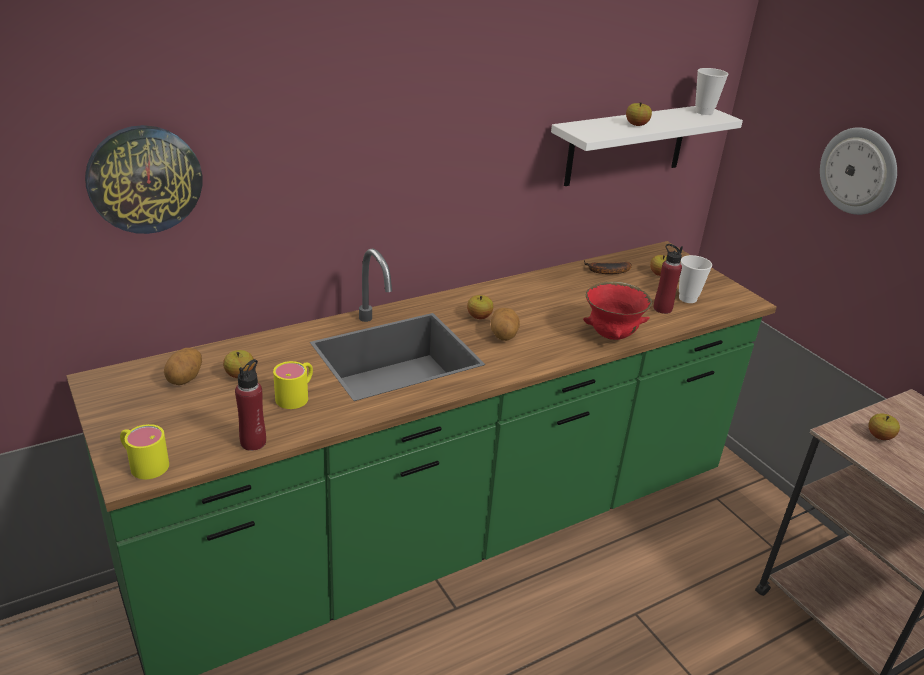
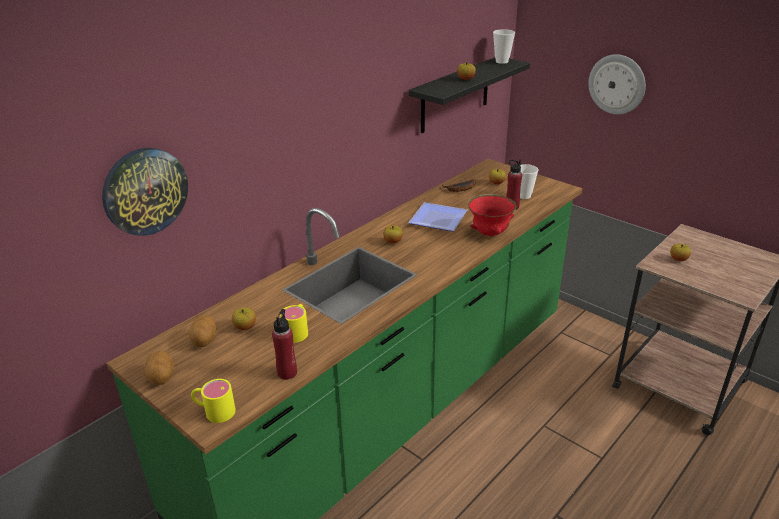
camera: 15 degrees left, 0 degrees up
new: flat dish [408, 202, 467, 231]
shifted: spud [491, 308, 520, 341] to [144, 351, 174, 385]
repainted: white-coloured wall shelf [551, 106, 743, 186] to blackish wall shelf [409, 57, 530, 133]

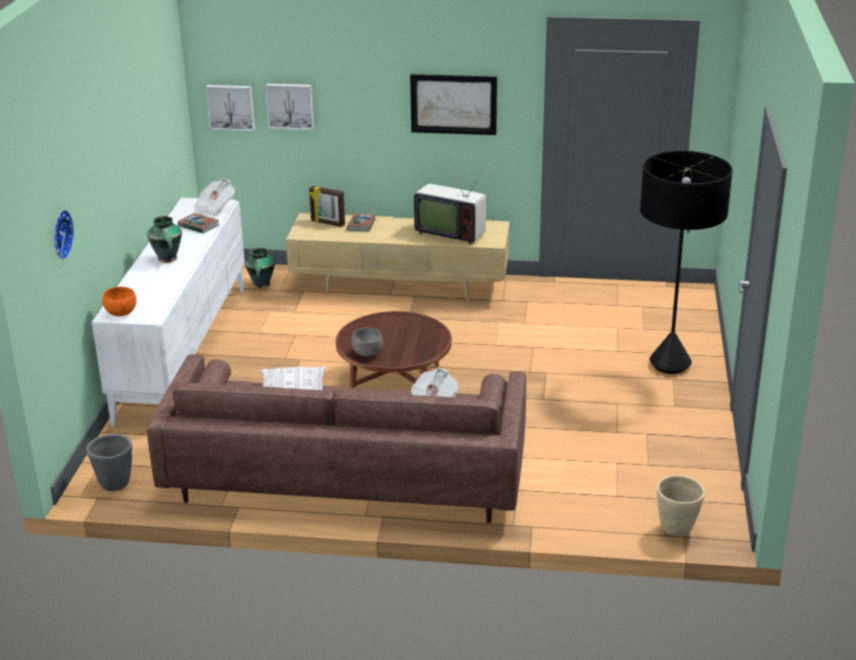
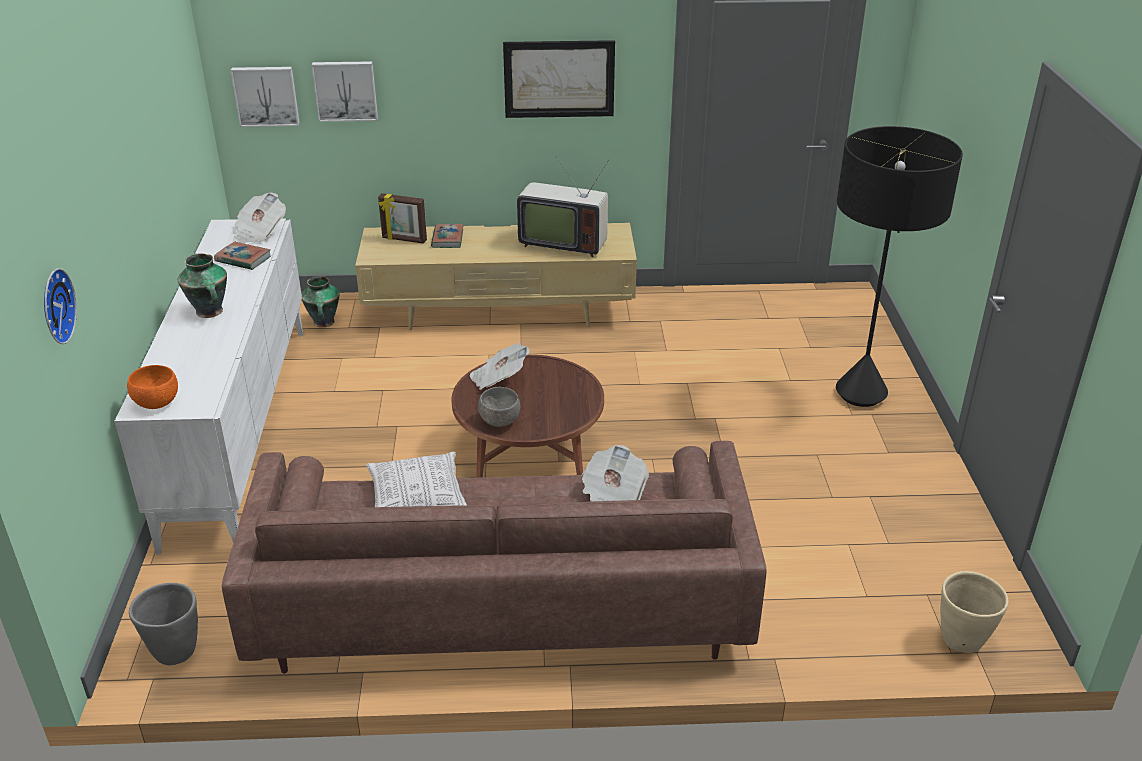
camera: 10 degrees left, 5 degrees up
new: printed paper [470, 343, 530, 390]

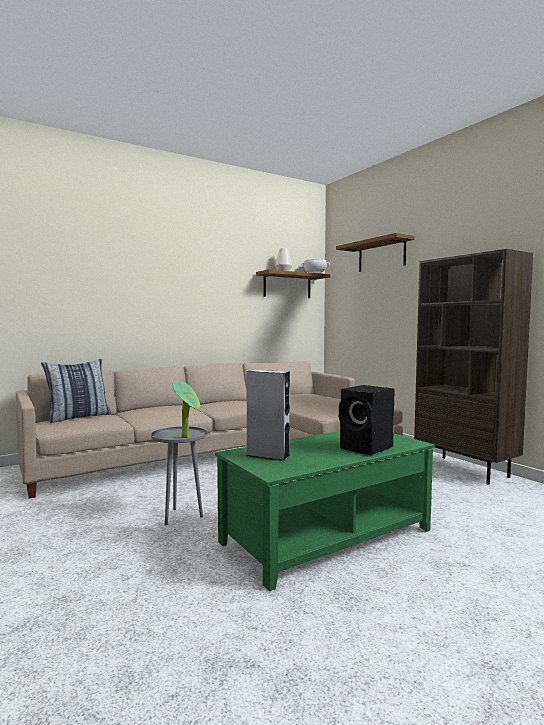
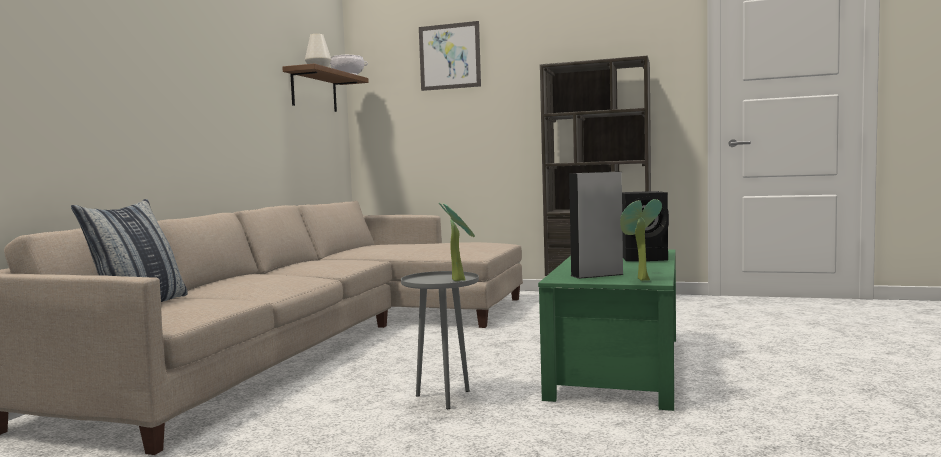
camera: 40 degrees left, 0 degrees up
new: plant in a pot [620, 199, 662, 281]
swapped: brownish wall shelf [336, 233, 415, 272] to picture [419, 21, 481, 91]

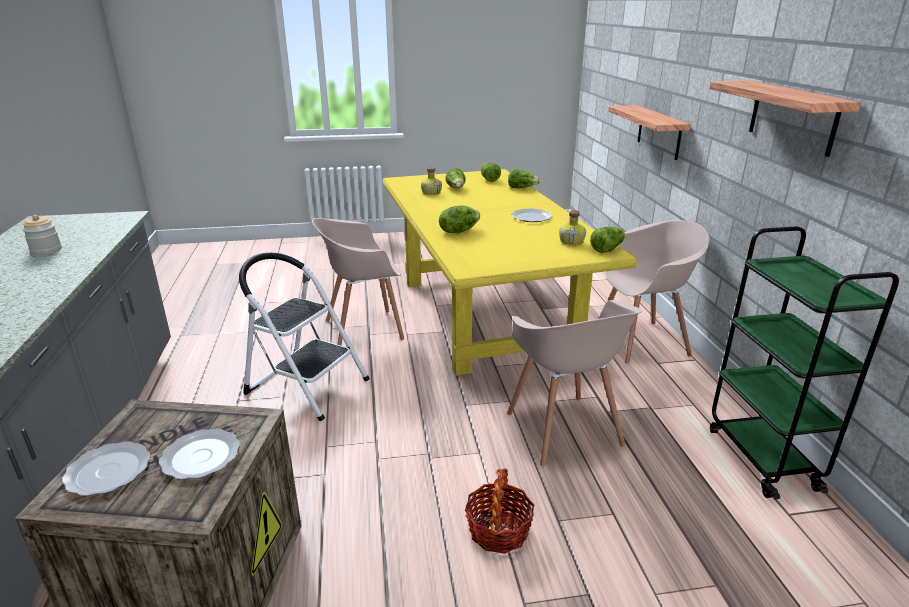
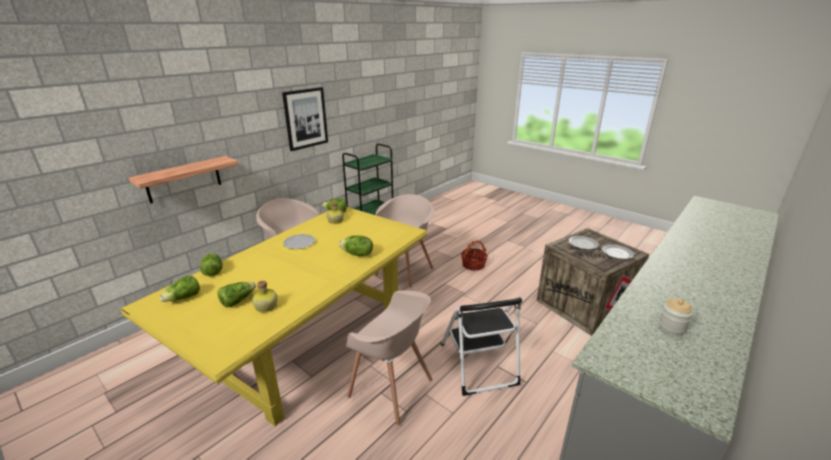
camera: 130 degrees left, 0 degrees up
swapped: wall shelf [710, 80, 861, 157] to picture [282, 87, 328, 151]

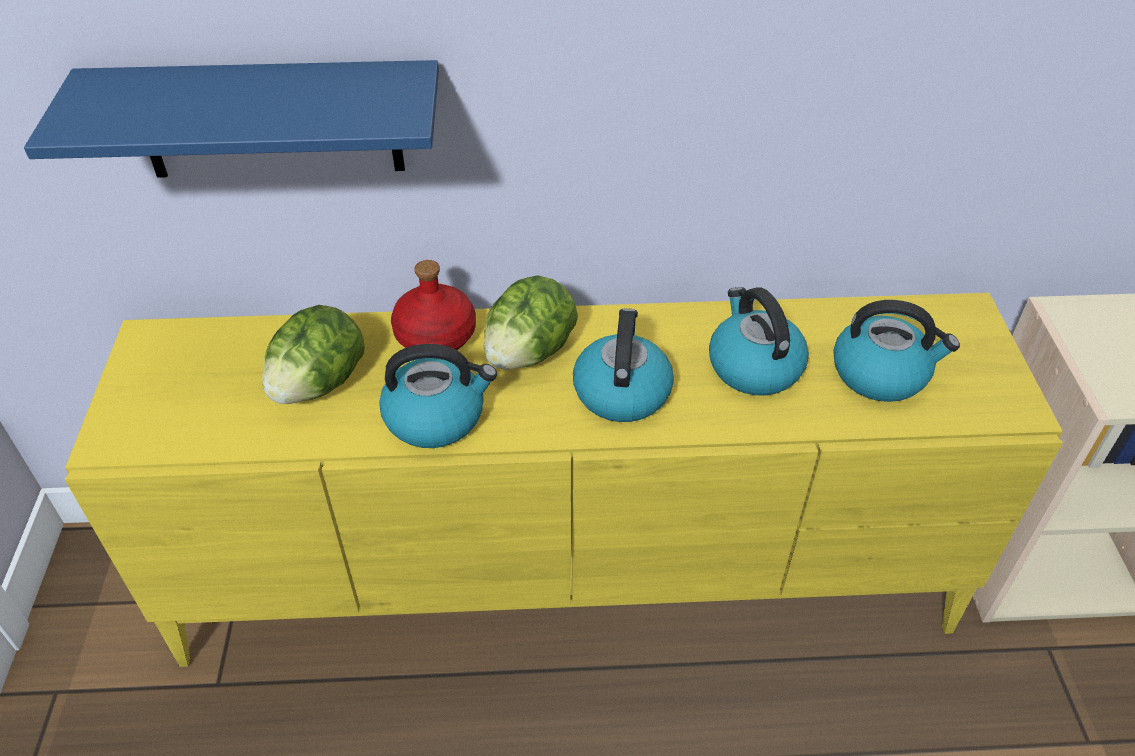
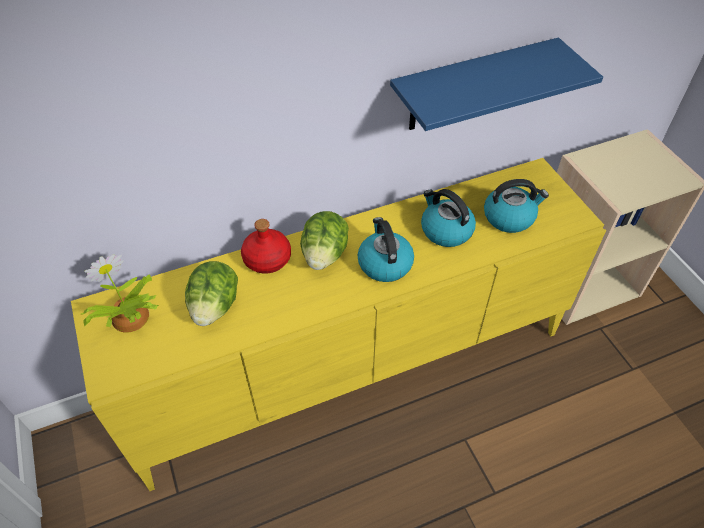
camera: 20 degrees left, 5 degrees up
gone: kettle [379, 344, 497, 448]
new: plant in a pot [81, 254, 158, 333]
shifted: blue wall shelf [24, 60, 439, 178] to [390, 38, 603, 131]

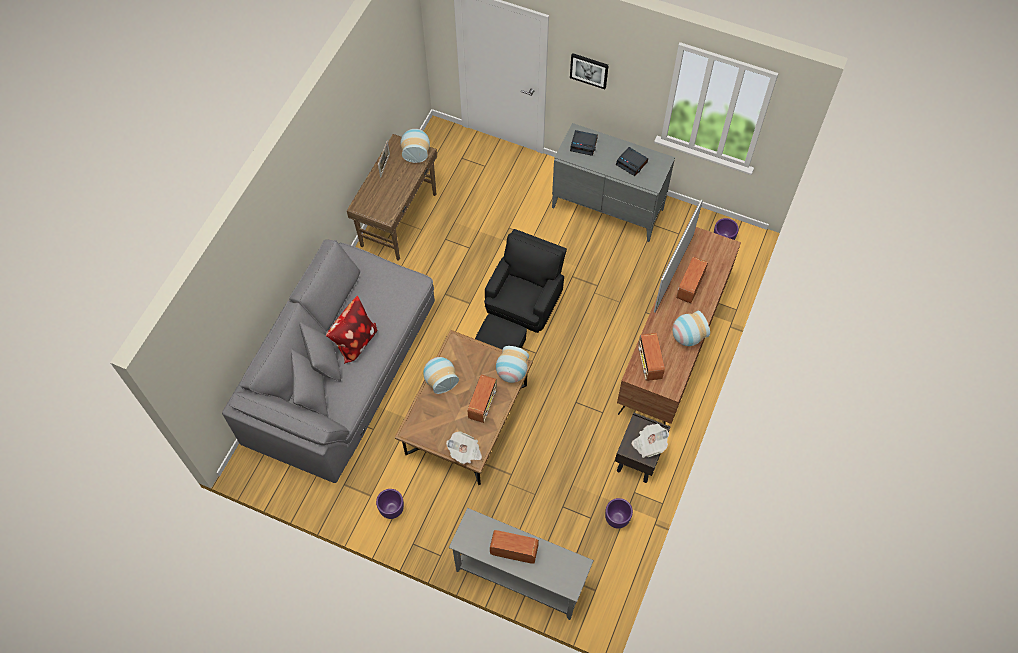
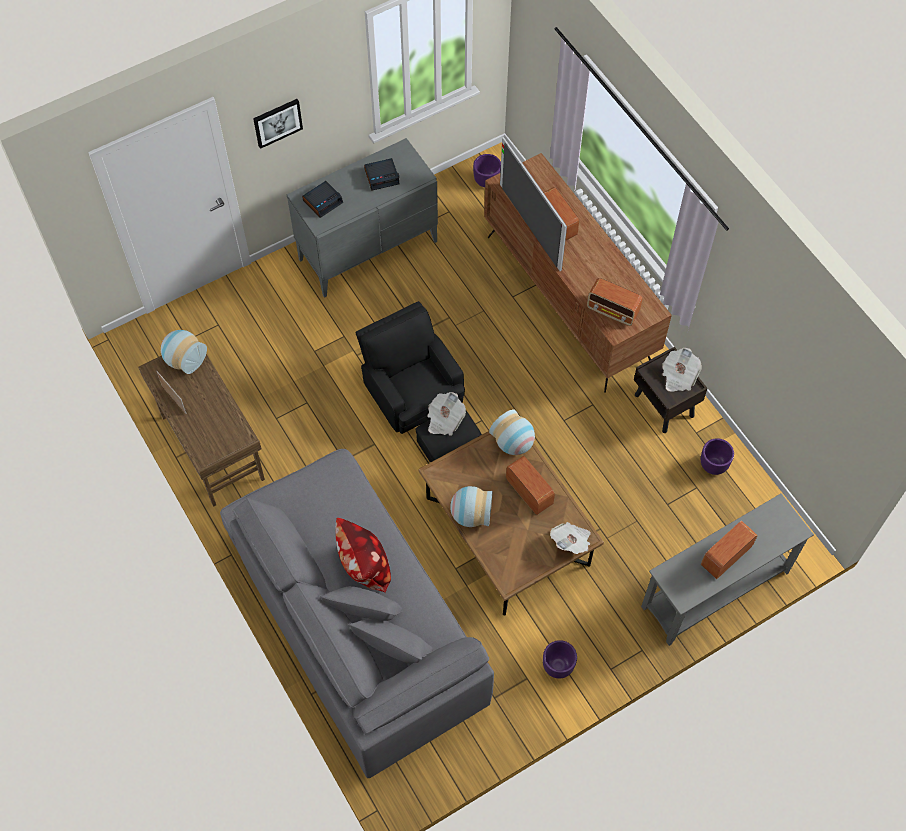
camera: 55 degrees left, 0 degrees up
gone: vase [673, 311, 710, 346]
new: printed paper [427, 392, 466, 435]

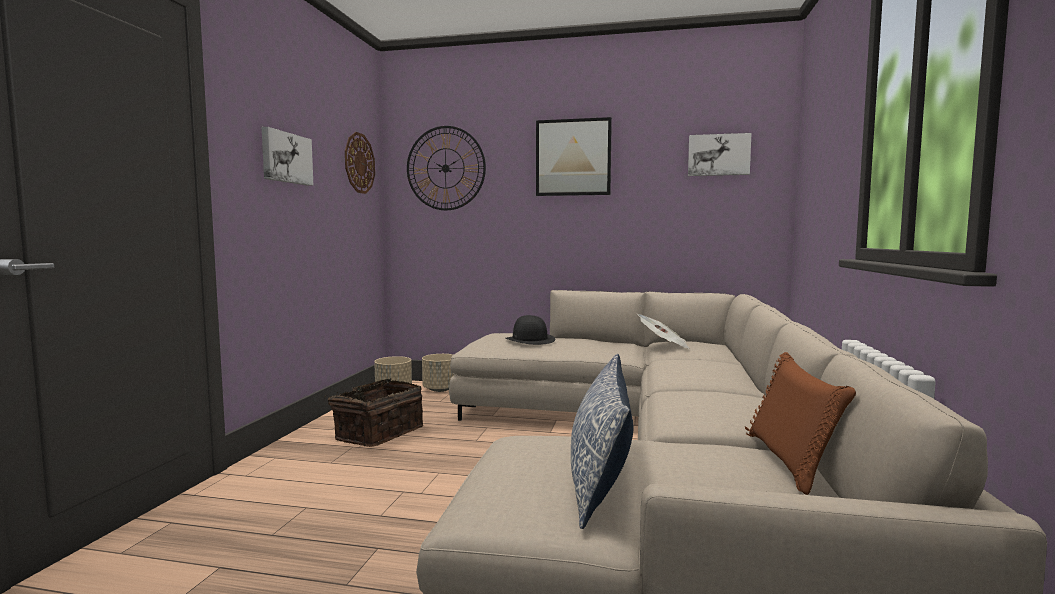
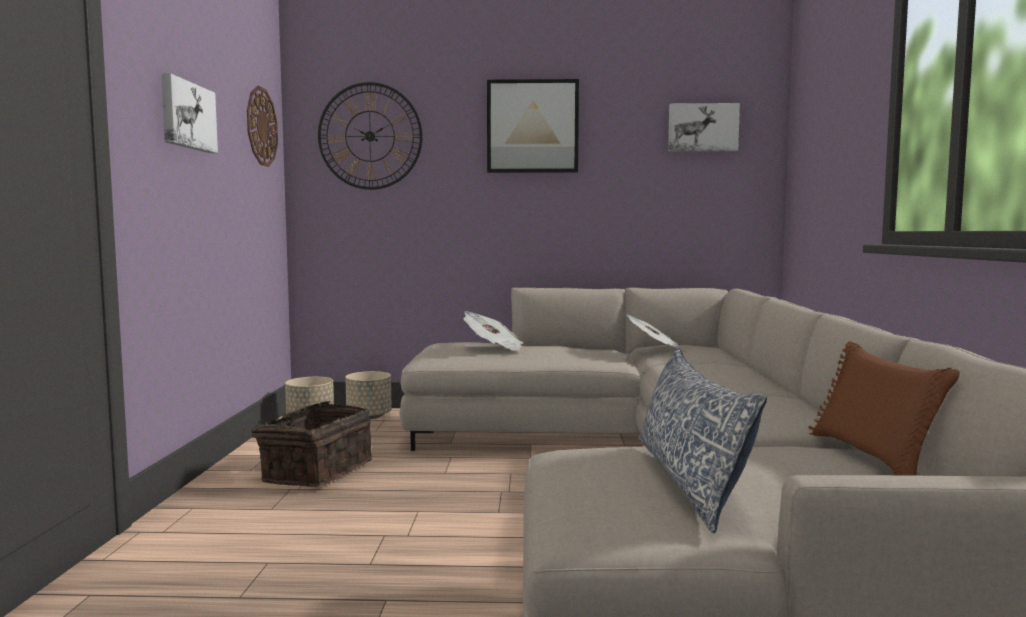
camera: 10 degrees left, 0 degrees up
swapped: blackish clothing hat [505, 315, 555, 345] to printed paper [463, 311, 523, 352]

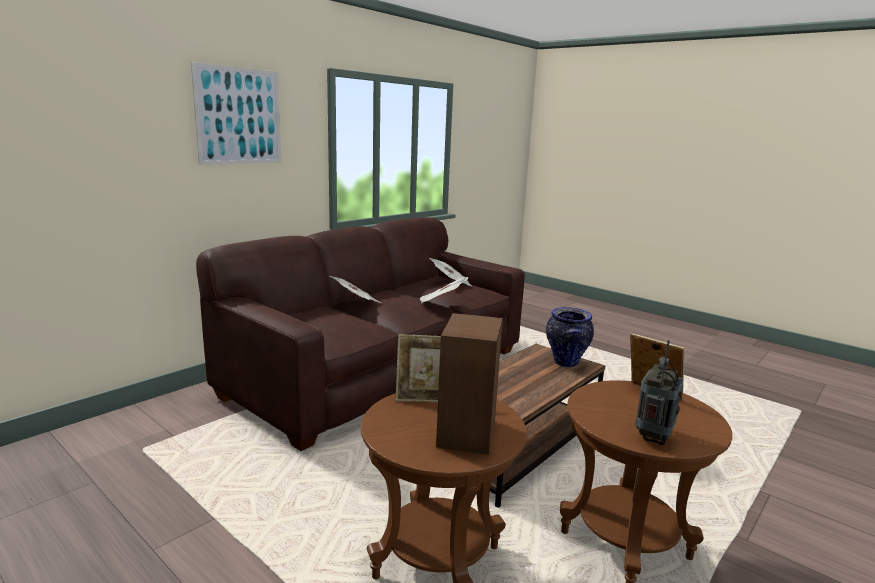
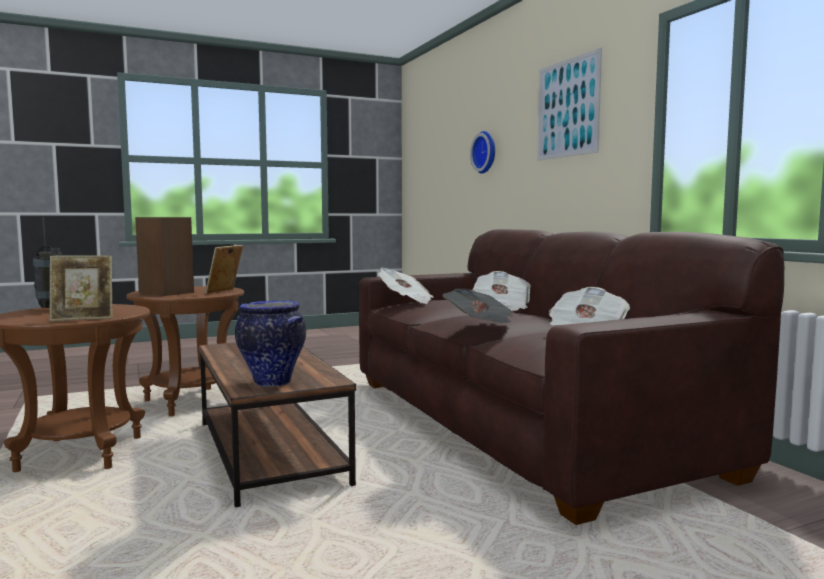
camera: 115 degrees right, 10 degrees down
new: printed paper [378, 268, 434, 304]; clock on the wall [470, 131, 495, 174]

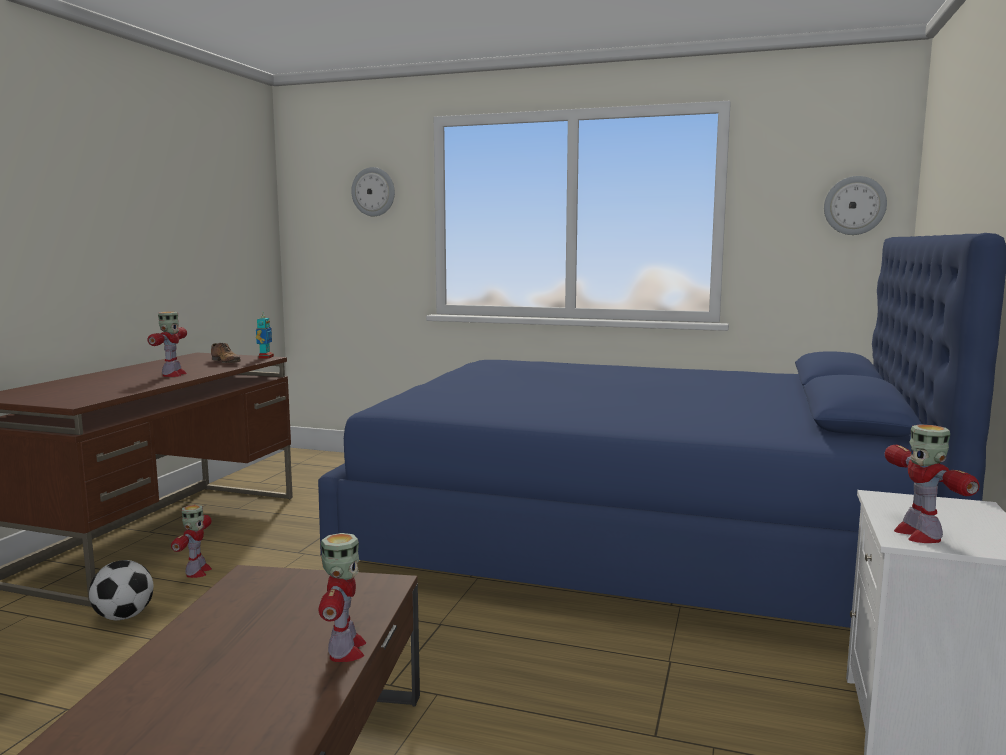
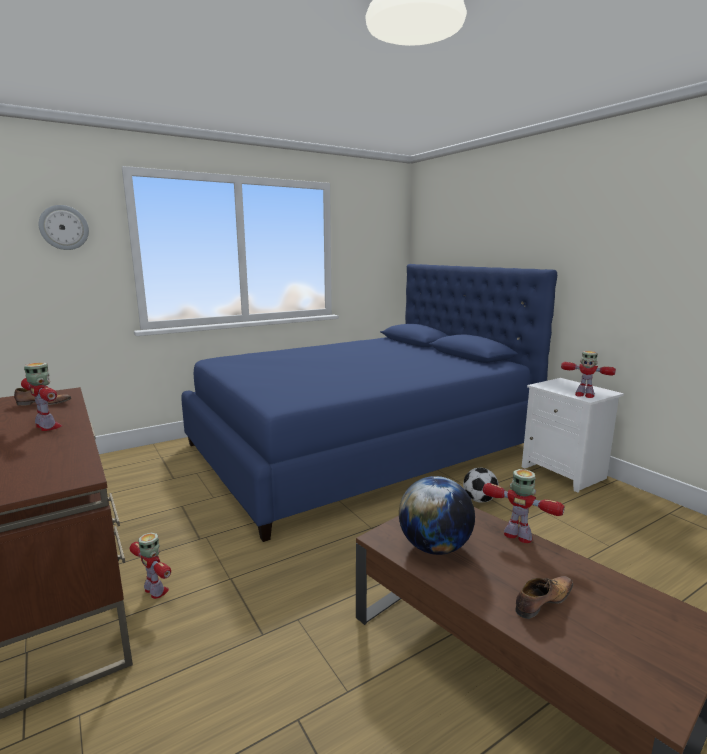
camera: 50 degrees left, 5 degrees up
gone: robot figure [256, 312, 274, 359]; clock on the wall [824, 176, 887, 235]
new: globe [399, 476, 475, 555]; item of footwear [515, 576, 573, 619]
shifted: football [89, 560, 154, 620] to [463, 468, 499, 503]

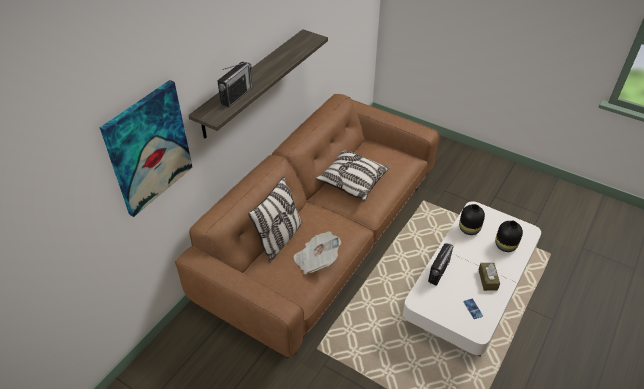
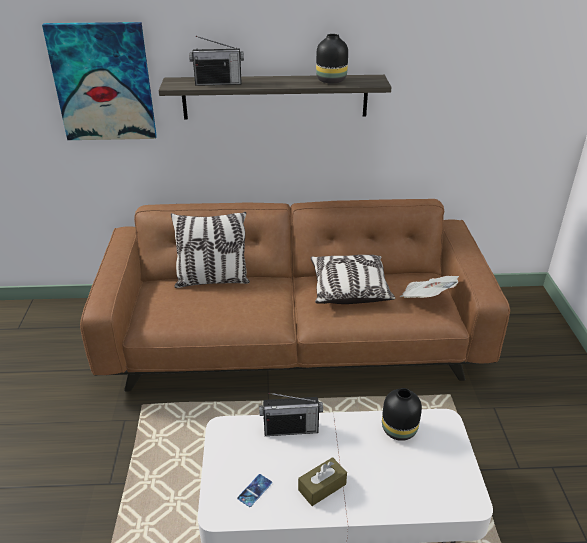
camera: 55 degrees right, 10 degrees down
shifted: blackish vase [495, 221, 523, 252] to [316, 34, 348, 83]; printed paper [293, 232, 341, 274] to [400, 276, 459, 298]

